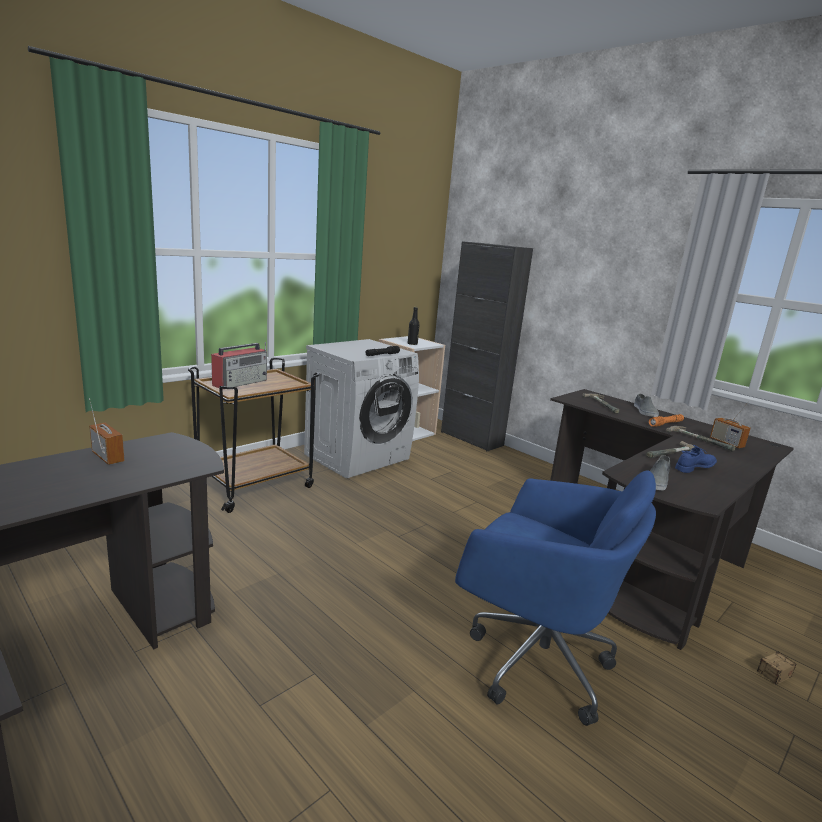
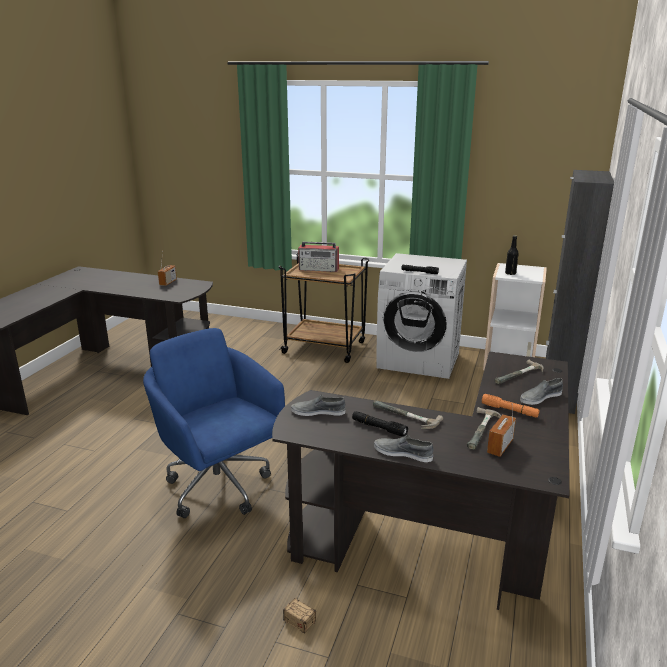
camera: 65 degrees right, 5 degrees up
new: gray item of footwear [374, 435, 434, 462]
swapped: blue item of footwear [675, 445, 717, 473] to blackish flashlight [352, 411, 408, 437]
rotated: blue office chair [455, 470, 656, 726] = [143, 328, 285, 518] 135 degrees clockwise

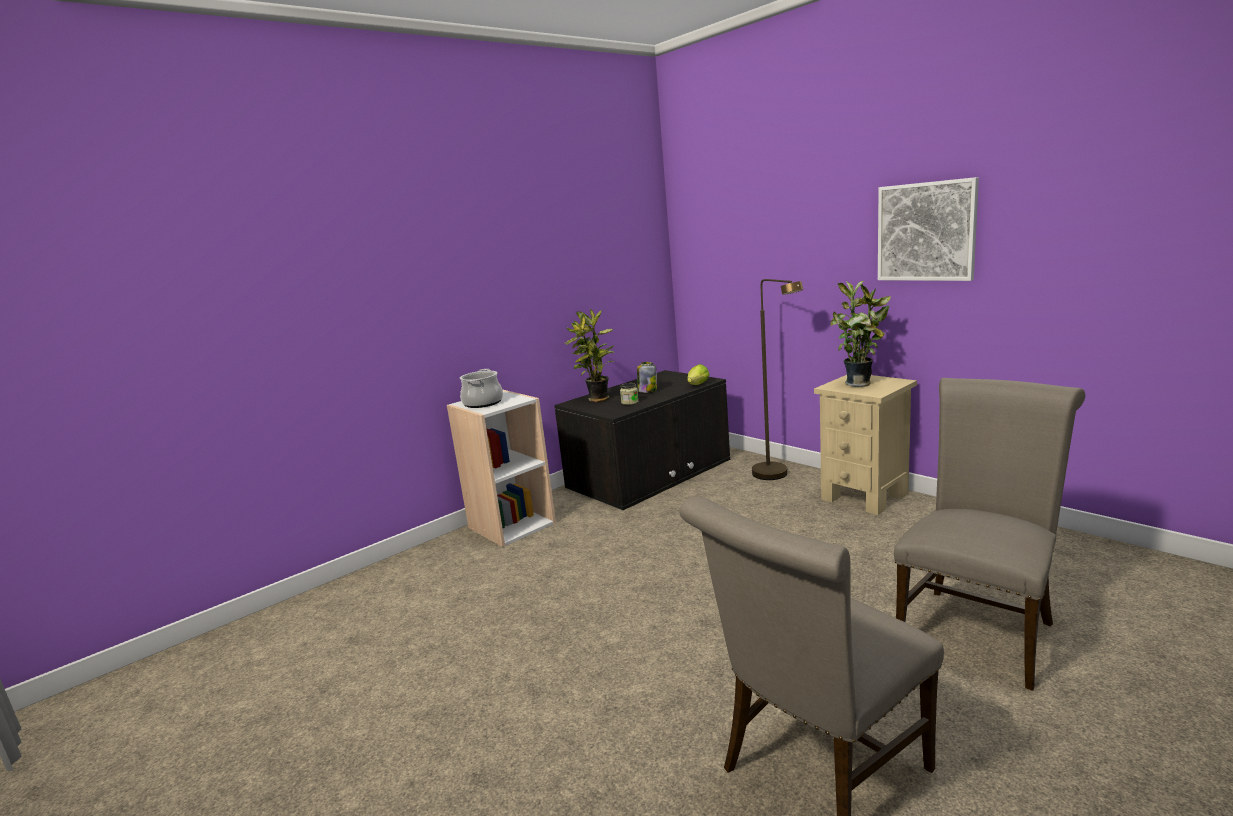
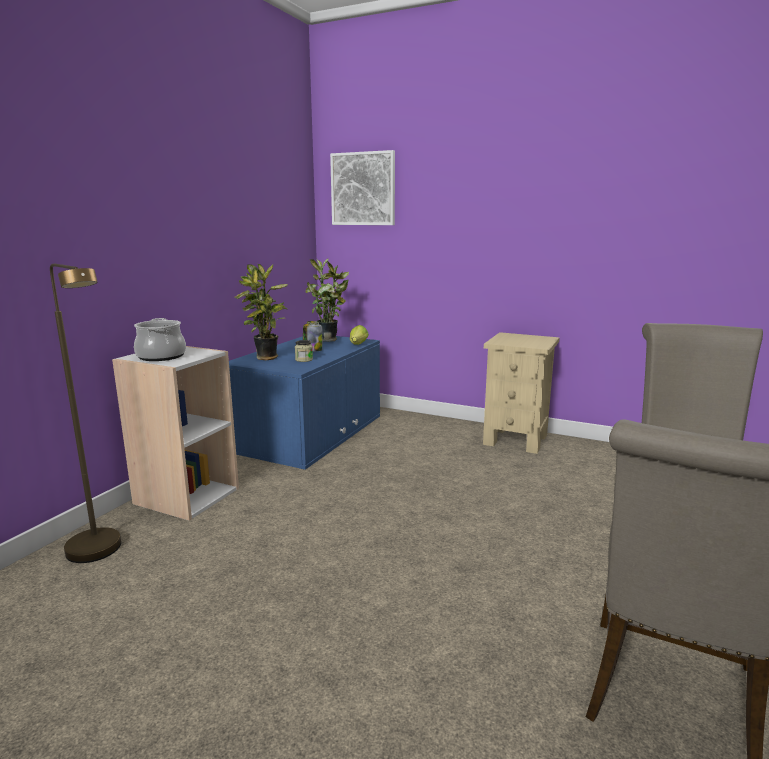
camera: 25 degrees left, 0 degrees up
shifted: brownish standing lamp [752, 279, 803, 480] to [50, 264, 121, 563]; plant in a pot [830, 281, 891, 387] to [306, 259, 349, 342]; picture [878, 177, 979, 281] to [330, 150, 395, 225]
repainted: blackish cabinet [554, 370, 730, 511] to blue cabinet [229, 336, 380, 470]

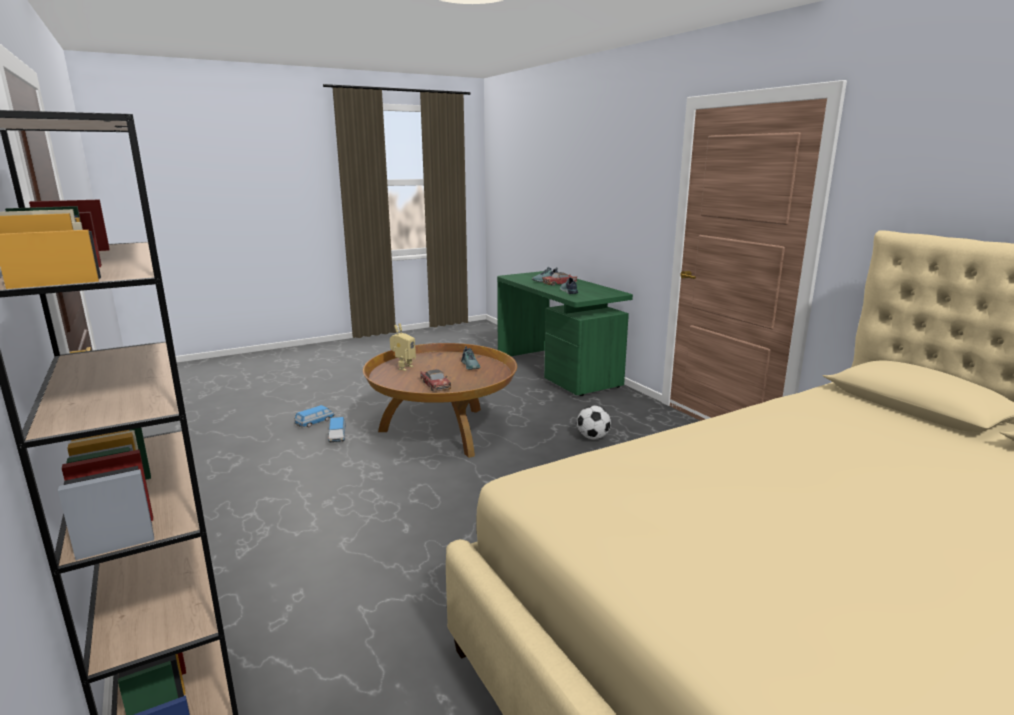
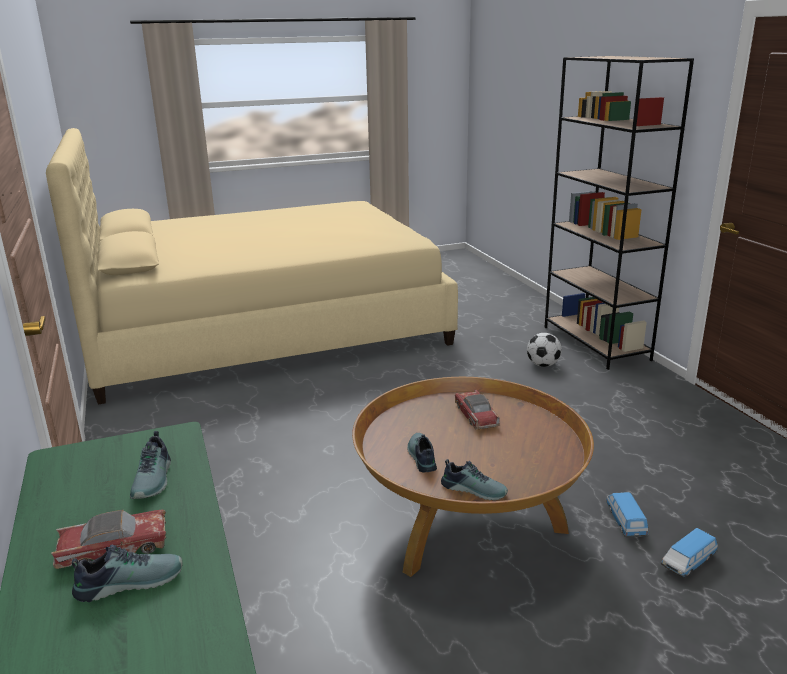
camera: 170 degrees left, 5 degrees up
gone: robot figure [390, 323, 416, 371]
new: item of footwear [441, 459, 508, 500]
shifted: football [577, 406, 611, 439] to [527, 333, 562, 367]

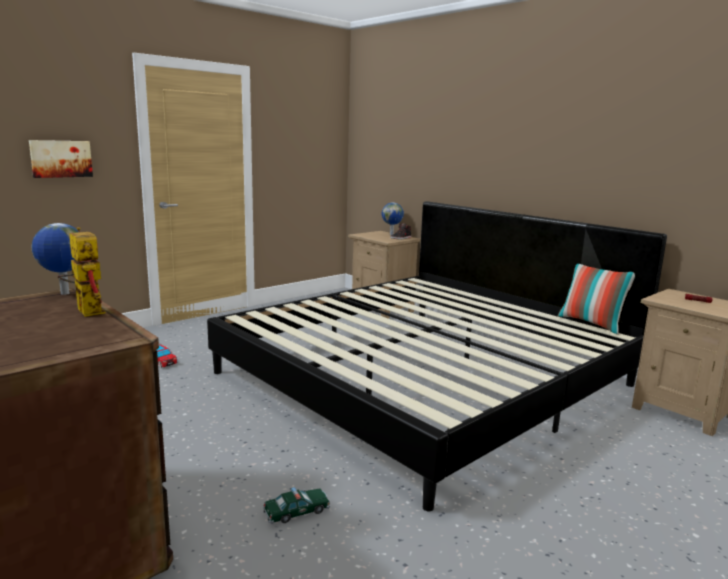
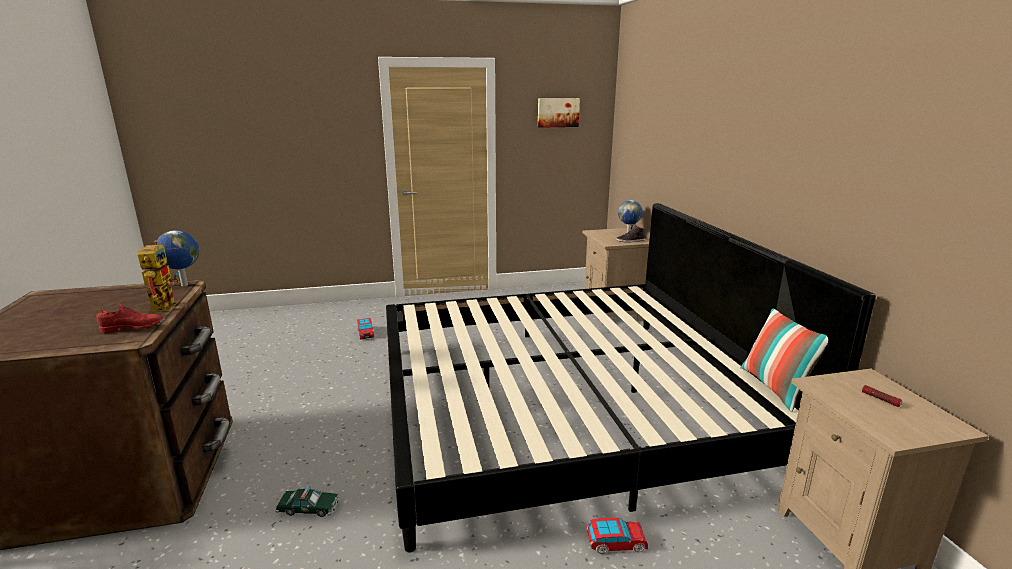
camera: 30 degrees right, 5 degrees up
new: reddish item of footwear [96, 303, 165, 333]; model car [586, 518, 648, 554]
shifted: picture [29, 140, 93, 178] to [538, 98, 580, 128]

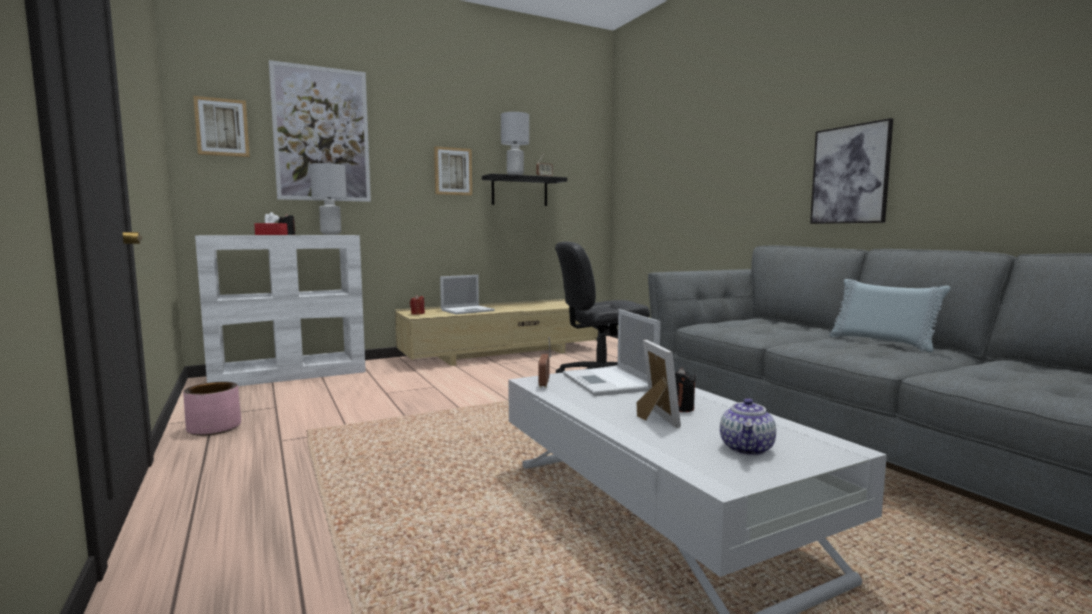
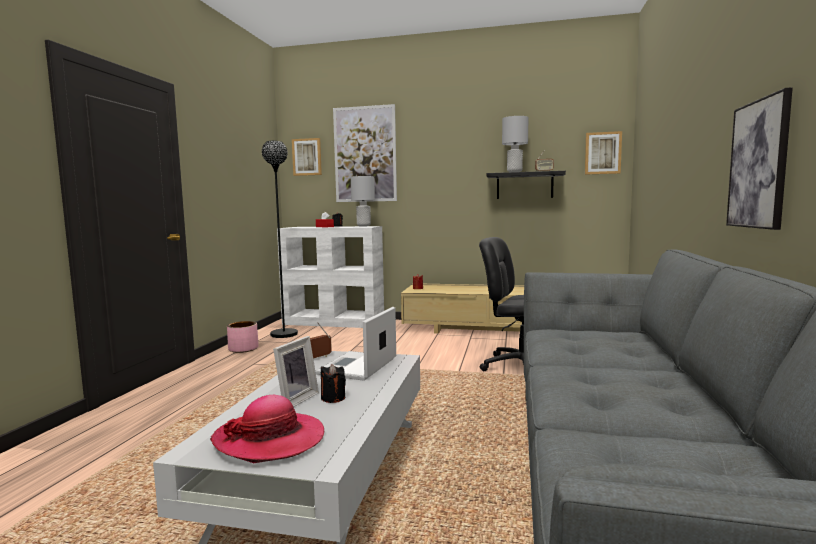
camera: 40 degrees right, 0 degrees up
gone: portable computer [440, 275, 495, 314]; blue cushion [829, 279, 951, 353]
new: blackish standing lamp [262, 140, 298, 338]
shifted: picture [434, 146, 472, 195] to [585, 131, 622, 175]
swapped: pot for tea [720, 398, 776, 456] to clothing hat [210, 395, 324, 463]

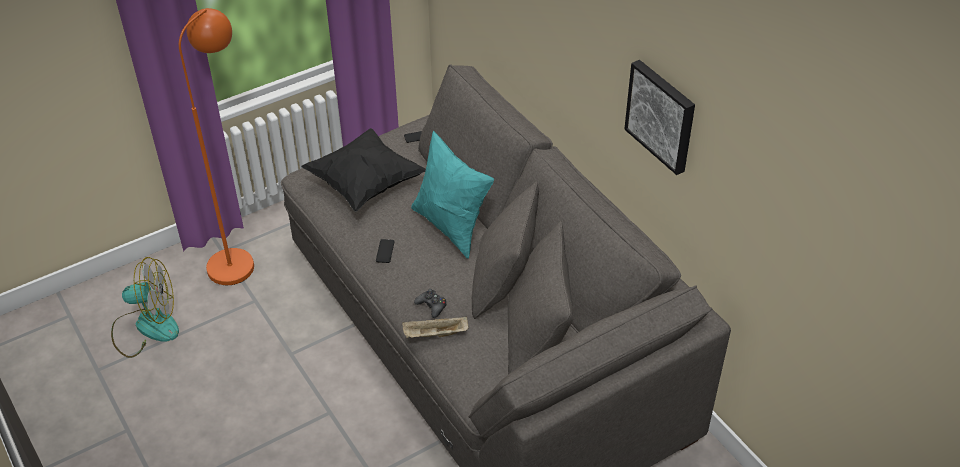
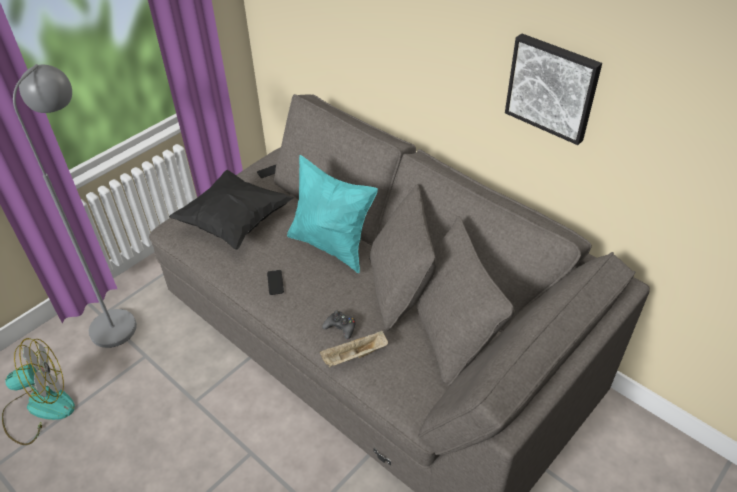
camera: 15 degrees left, 0 degrees up
repainted: orange standing lamp [179, 8, 254, 285] to gray standing lamp [13, 64, 137, 348]

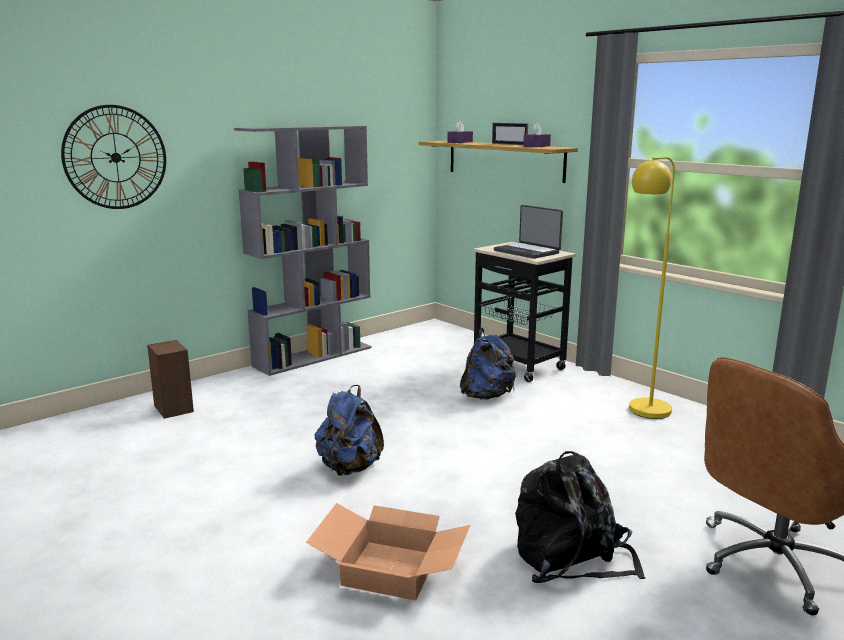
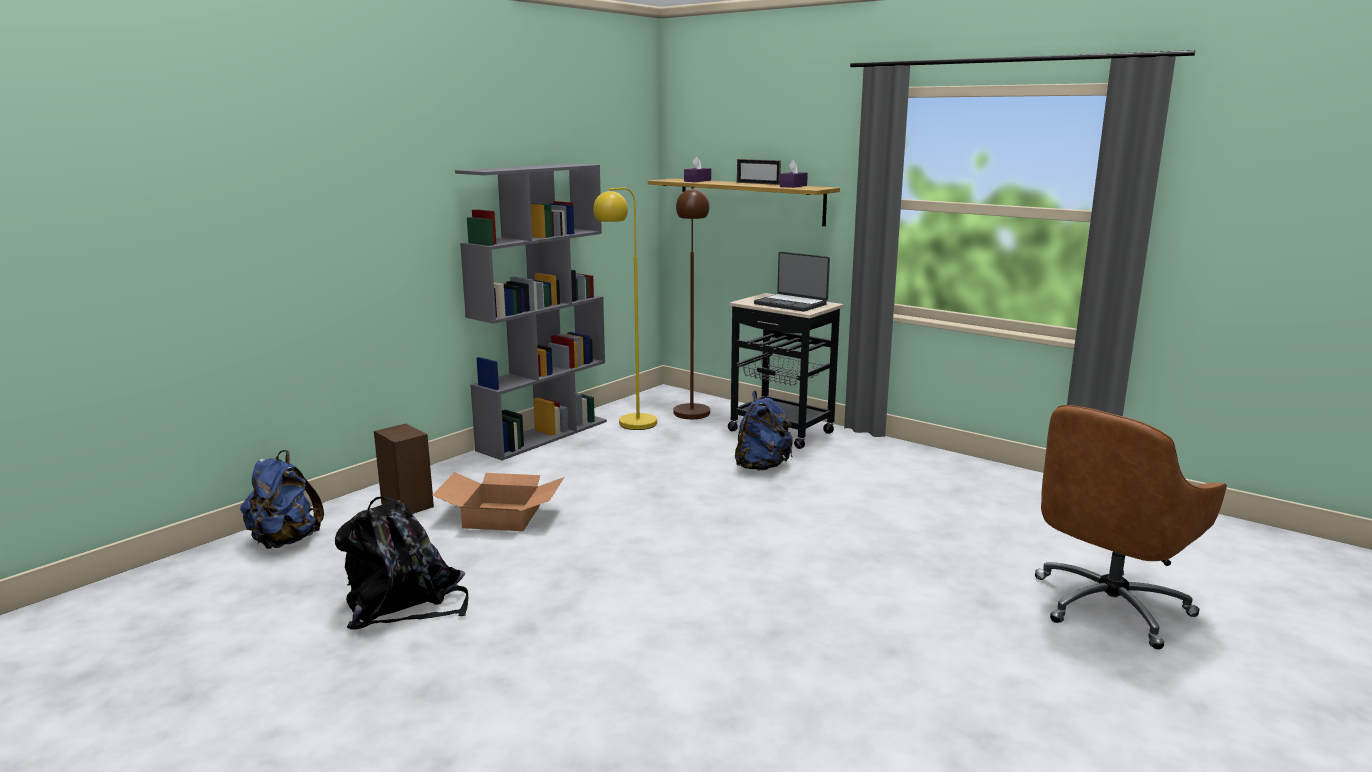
camera: 10 degrees left, 0 degrees up
gone: clock on the wall [61, 105, 166, 209]
new: brownish standing lamp [673, 185, 710, 419]
shifted: blue rucksack [315, 385, 384, 476] to [240, 450, 324, 549]; blackish rucksack [515, 451, 645, 583] to [335, 497, 468, 630]; carton [306, 503, 470, 600] to [432, 472, 564, 531]; yellow-coloured standing lamp [629, 157, 675, 419] to [593, 187, 657, 430]

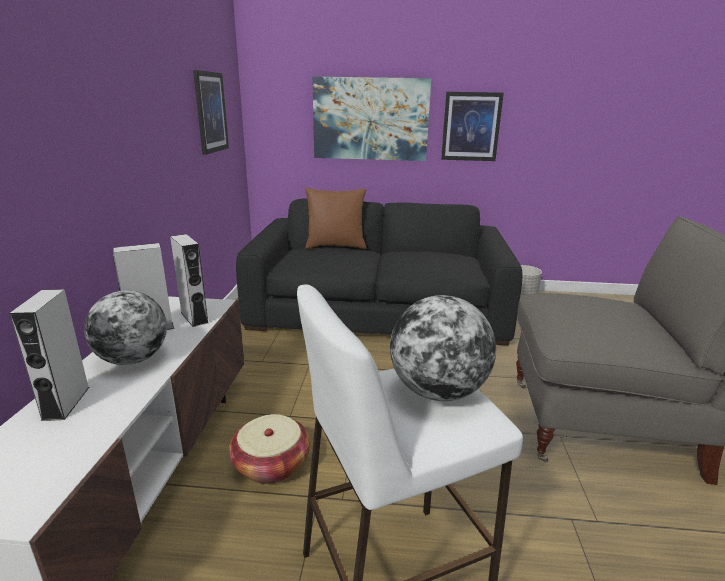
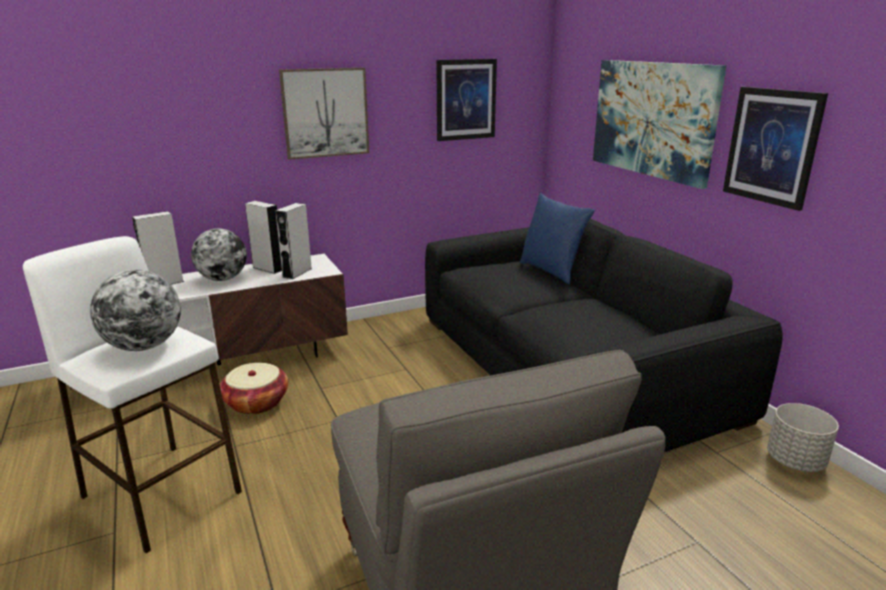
camera: 60 degrees right, 0 degrees up
new: picture [279, 68, 369, 160]
repainted: brownish cushion [305, 188, 367, 249] to blue cushion [520, 193, 595, 284]

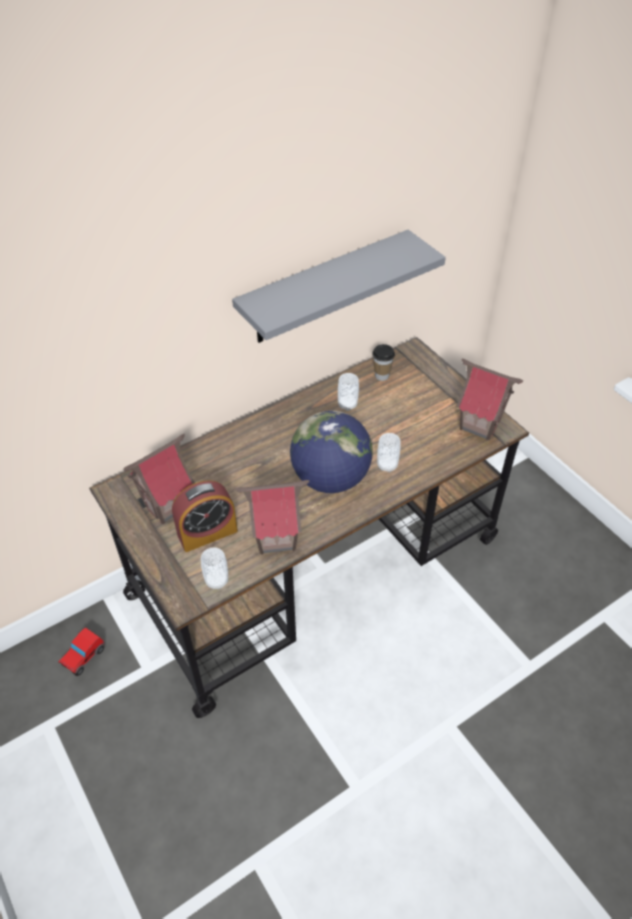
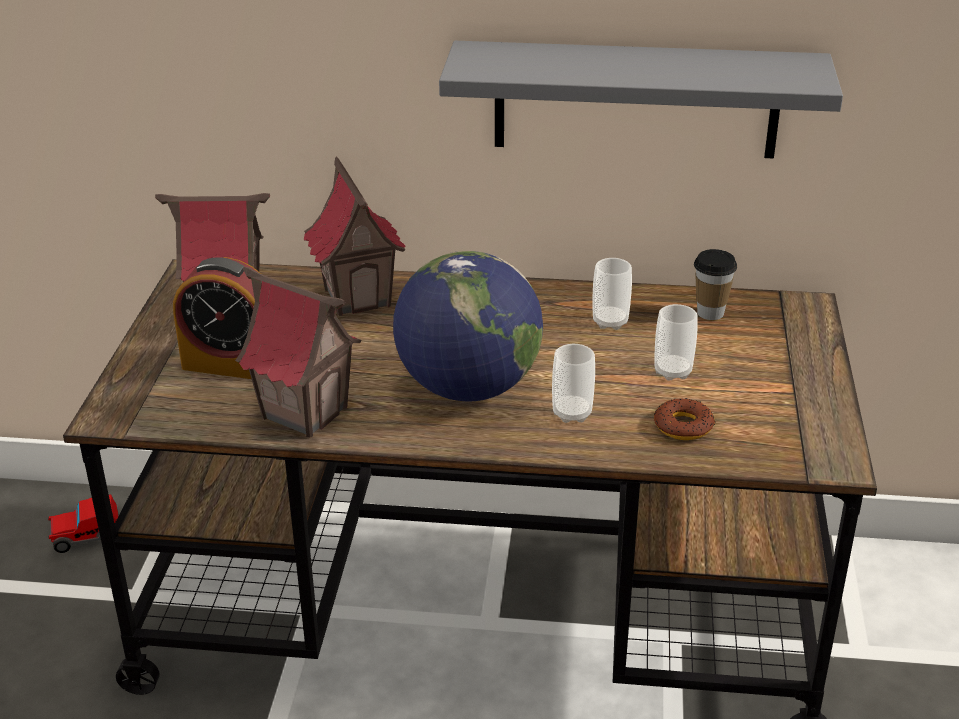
camera: 40 degrees right, 15 degrees down
new: ring doughnut [654, 398, 716, 440]
shifted: miniature house [457, 359, 523, 440] to [303, 157, 406, 316]; drinking cup [201, 547, 228, 590] to [654, 304, 698, 381]

